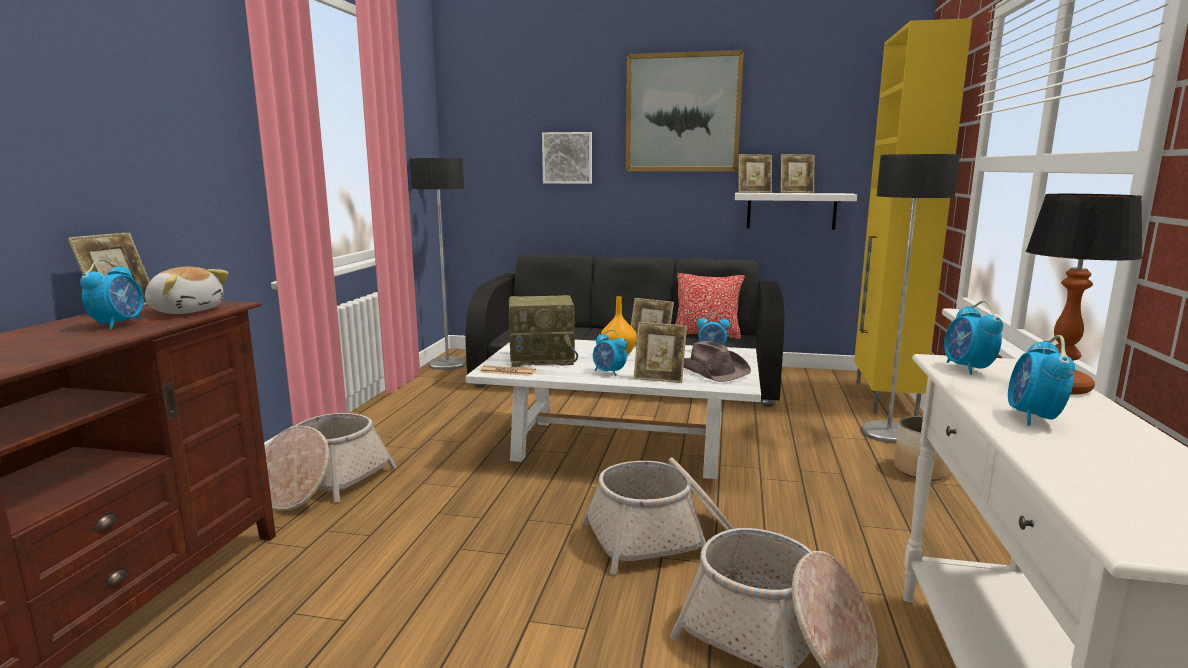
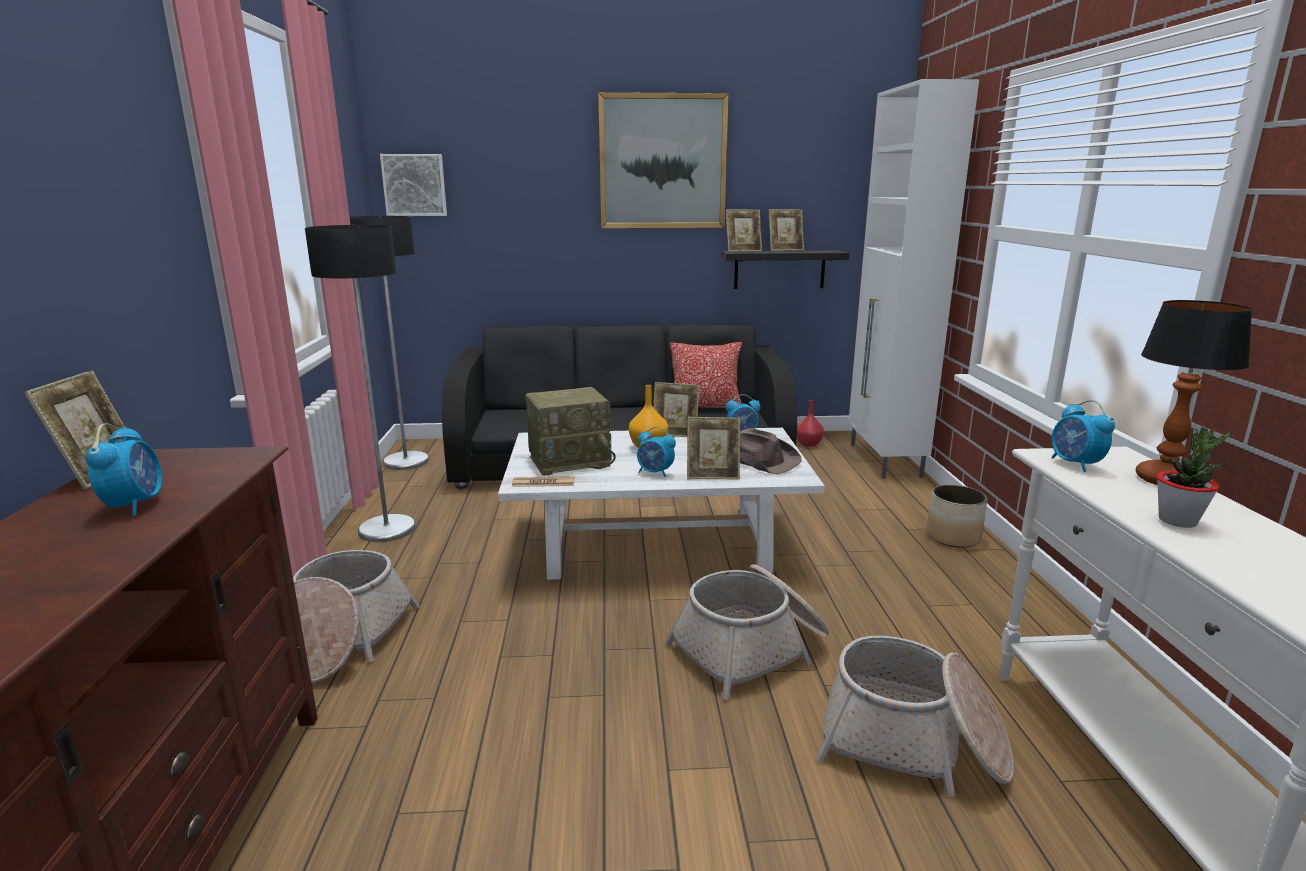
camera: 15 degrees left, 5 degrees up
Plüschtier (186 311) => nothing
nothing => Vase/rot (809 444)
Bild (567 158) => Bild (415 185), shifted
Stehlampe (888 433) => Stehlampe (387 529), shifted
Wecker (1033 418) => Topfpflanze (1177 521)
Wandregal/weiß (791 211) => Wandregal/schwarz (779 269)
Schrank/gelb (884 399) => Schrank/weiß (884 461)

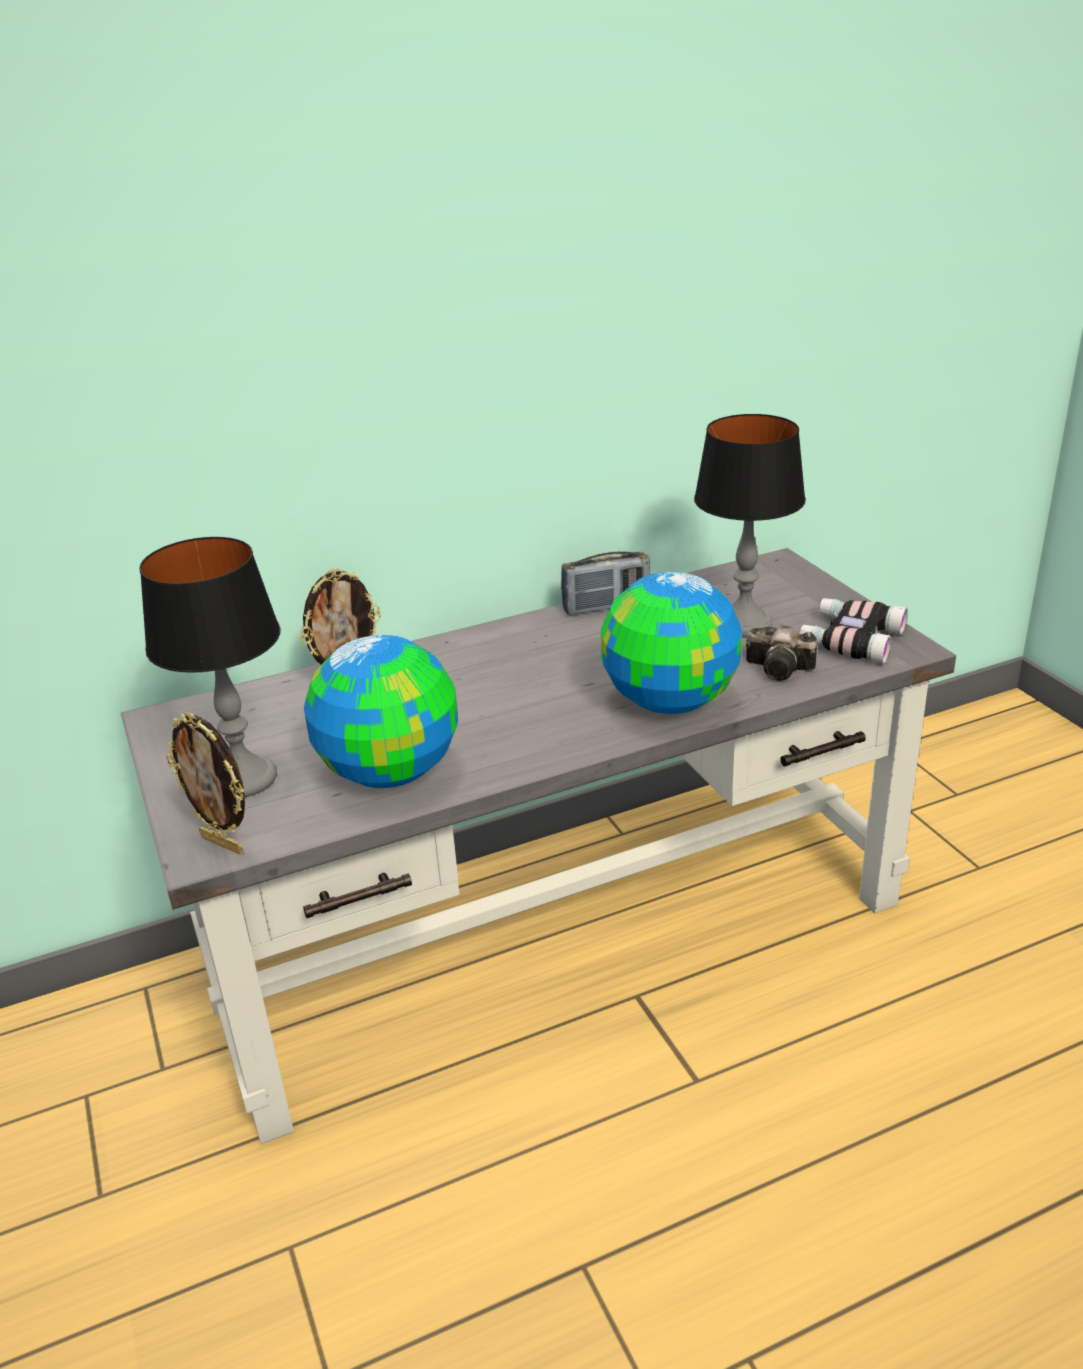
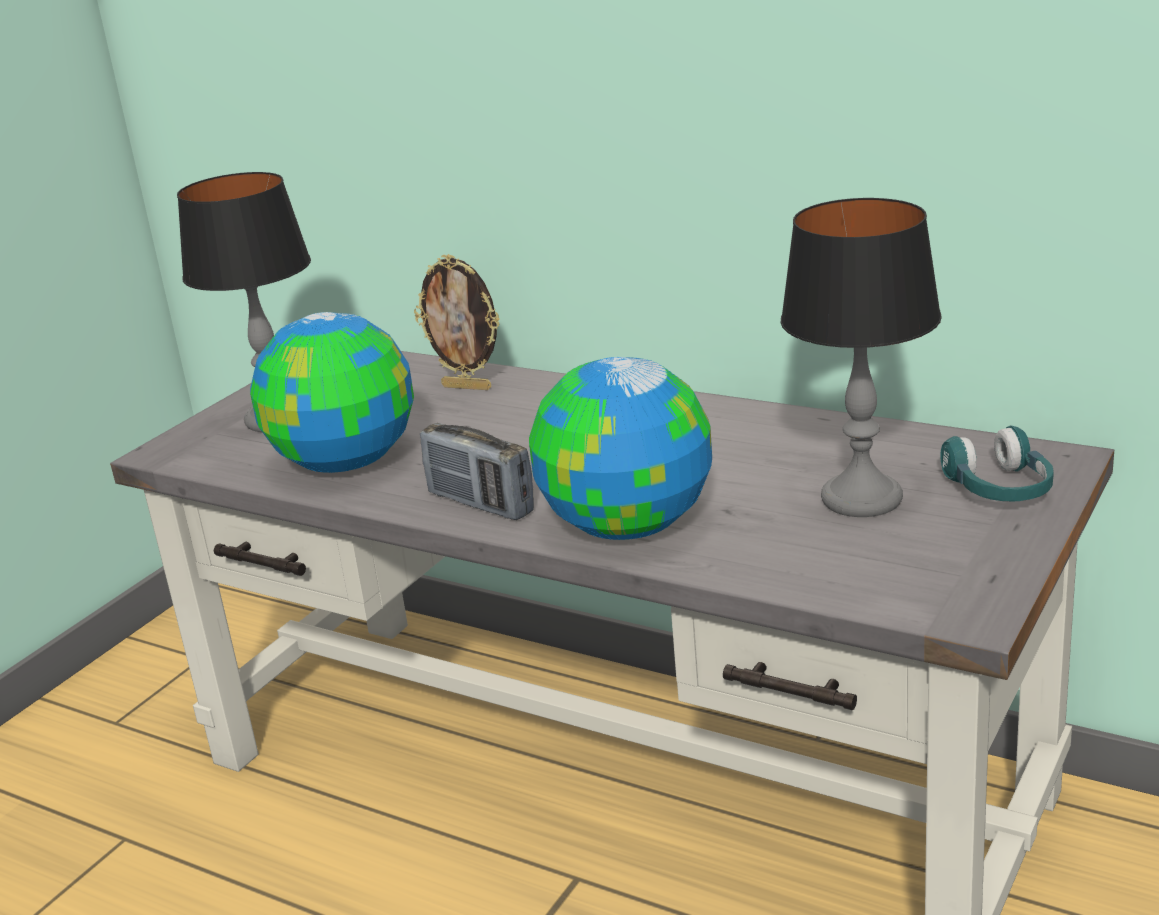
camera: 55 degrees right, 5 degrees down
Bilderrahmen (224 843) => nothing
Kamera (782 669) => nothing
Fernglas (850 639) => nothing
nothing => Kopfhörer/türkis (999 489)
Radio (606 606) => Radio (480 503), shifted

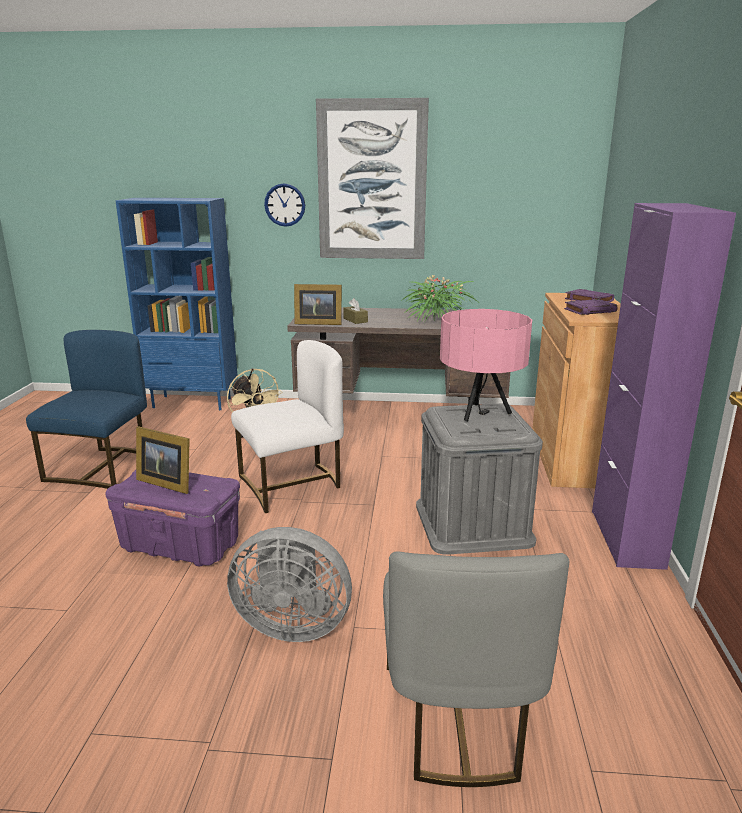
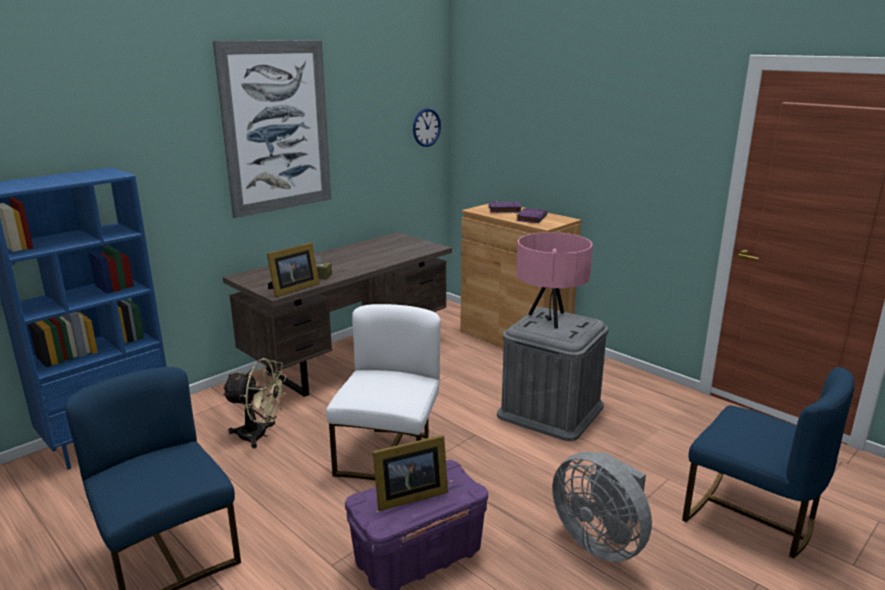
camera: 50 degrees left, 0 degrees up
Topfpflanze (436 318) => nothing
Schrank/lila (626 538) => nothing
Wanduhr (285 205) => Wanduhr (426 127), shifted
Stuhl/grau (457 719) => Stuhl/blau (751 517)
Ventilator/grau (292 625) => Ventilator/grau (600 541), 90 degrees clockwise

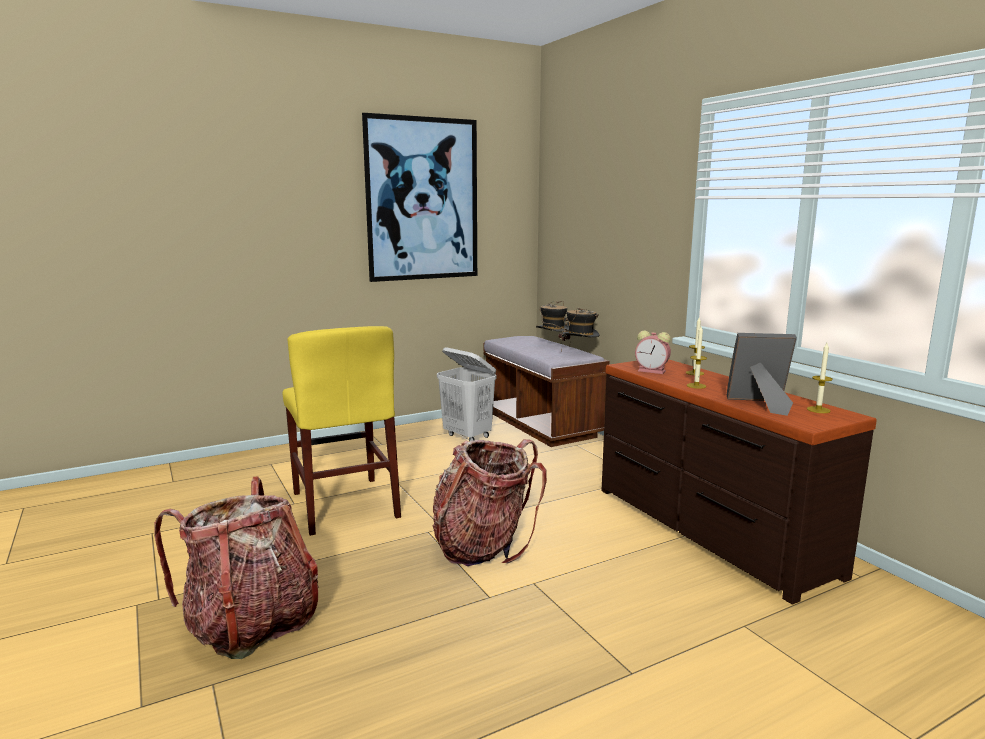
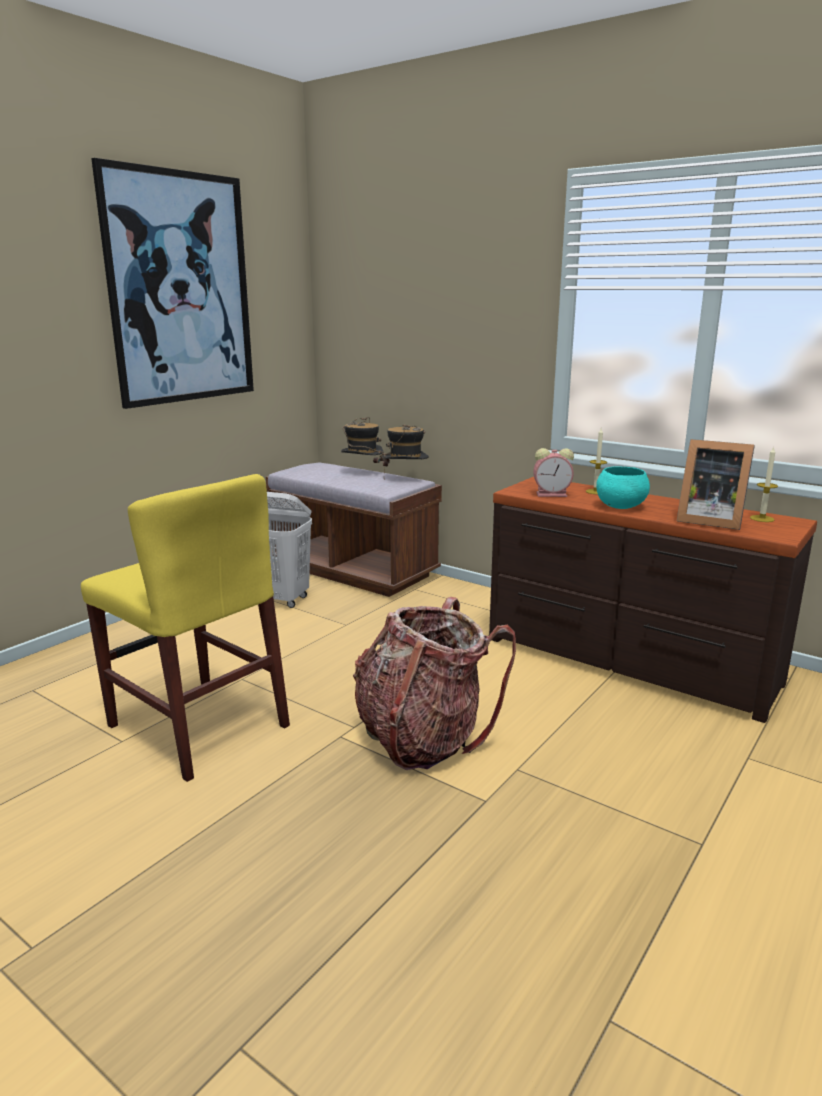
camera: 25 degrees left, 5 degrees up
Rucksack (251 624) => nothing
Kerze (696 386) => Schüssel/türkis (620 507)
Bilderrahmen (760 405) => Bilderrahmen (708 520), 135 degrees counterclockwise

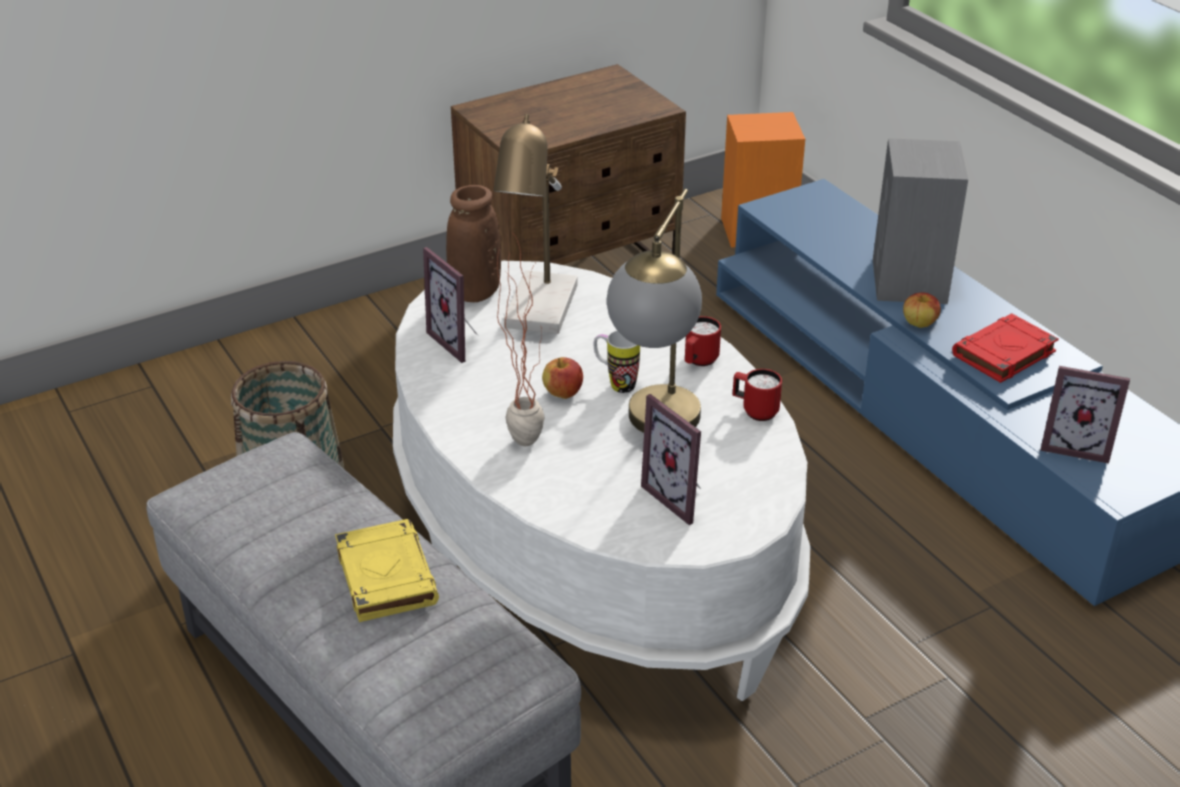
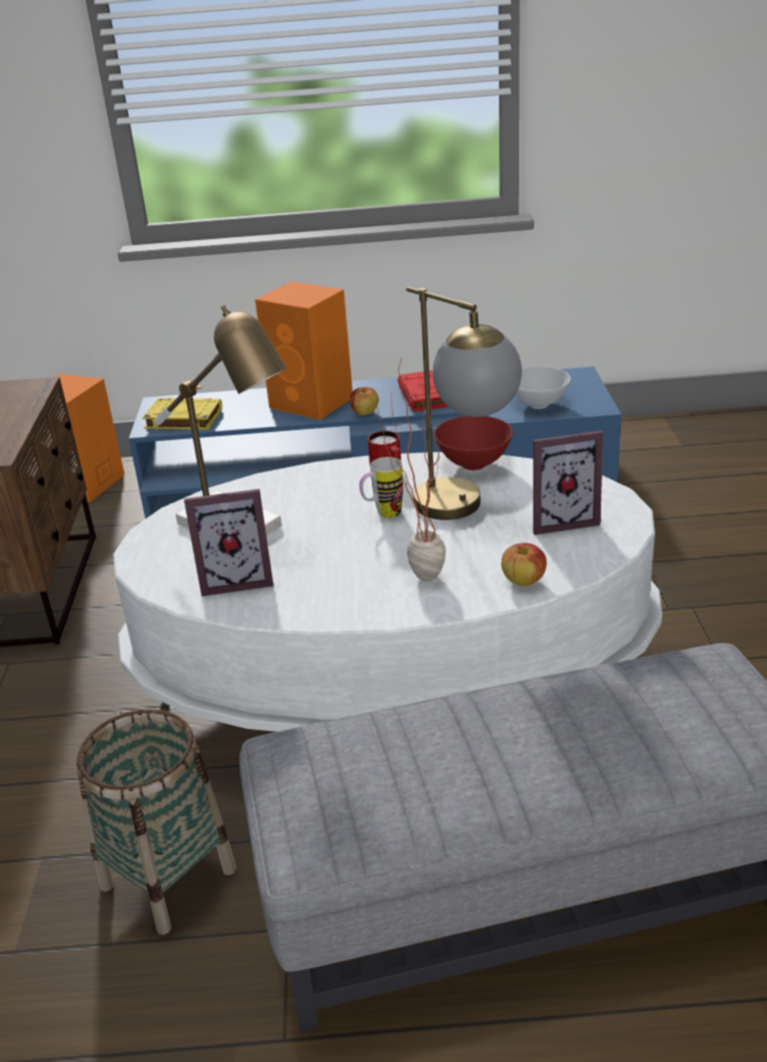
camera: 60 degrees left, 5 degrees down
Vase/braun (475 292) => nothing
Buch/gelb (385 575) => Buch/gelb (183 419), shifted
Apfel (563 393) => Apfel (524 581), shifted
Henkelbecher/rot (755 411) => Schüssel/rot (474 465)
Bilderrahmen (1075 445) => Schüssel/weiß (539 404)
Lautsprecher/grau (909 282) => Lautsprecher/orange (313 403)

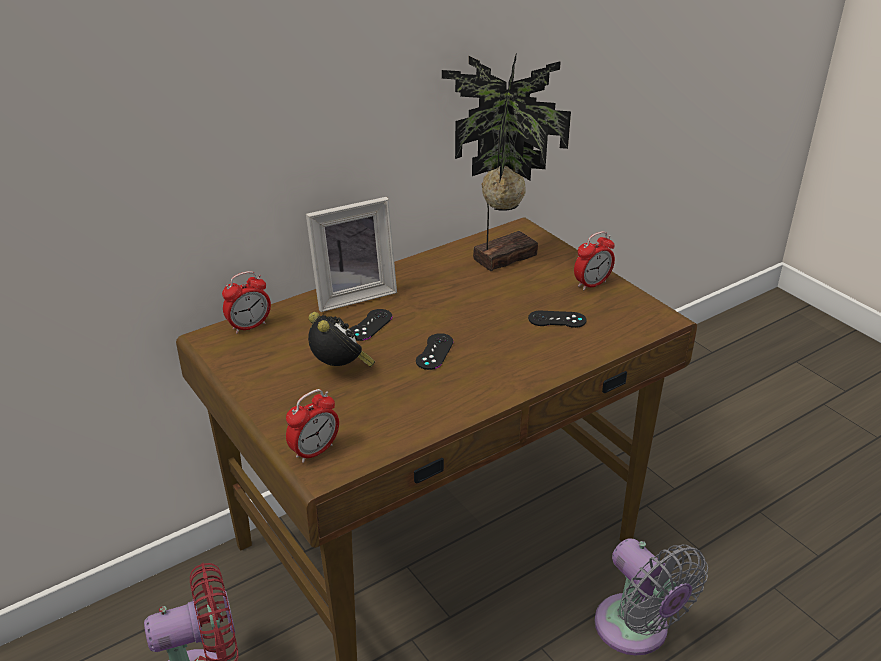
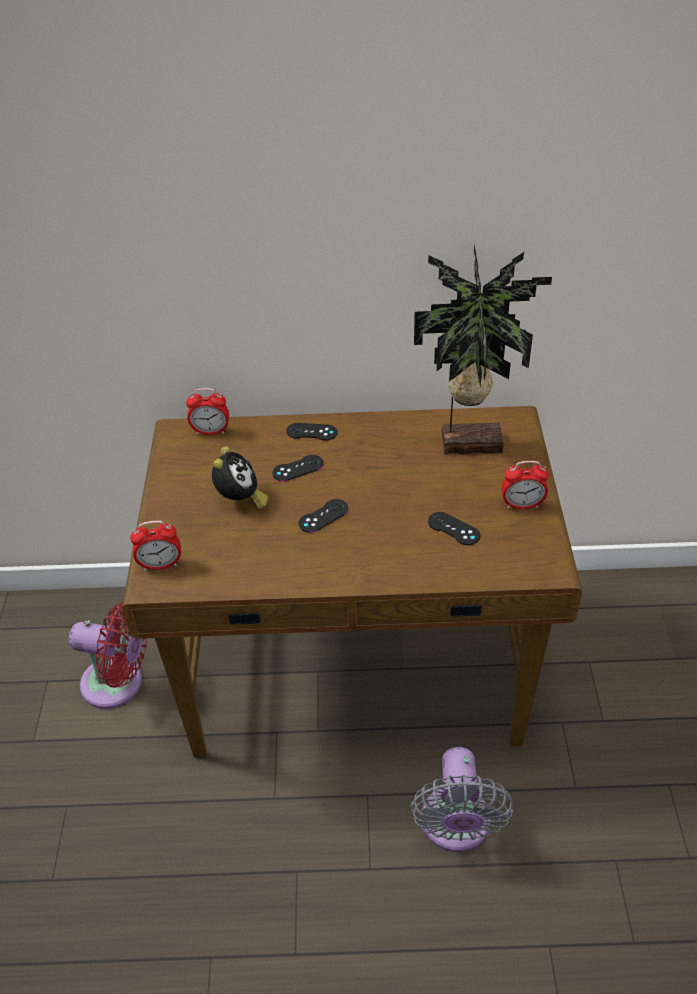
camera: 35 degrees right, 10 degrees up
Bilderrahmen (353 294) => Gamepad/schwarz (311 432)

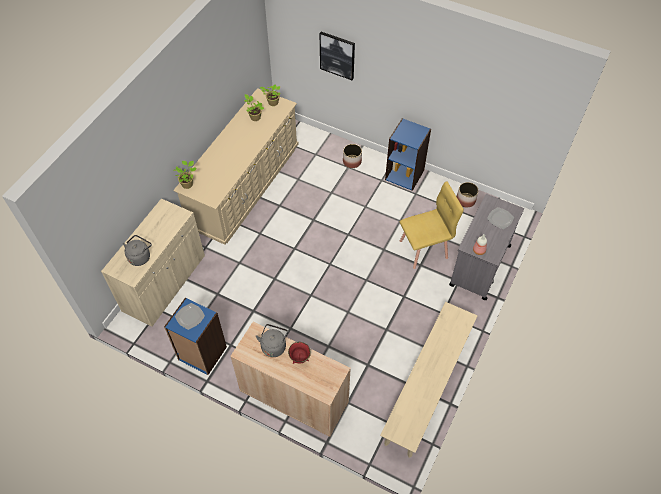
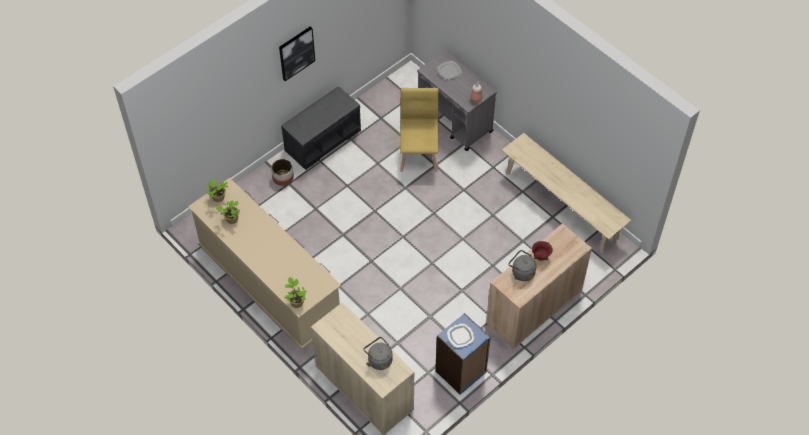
camera: 70 degrees left, 0 degrees up
Pflanzkübel (466 200) => nothing
Bild (337 55) => Bild (296 53), shifted
Bücherregal/blau (404 175) => Bank/grau (323 139)

